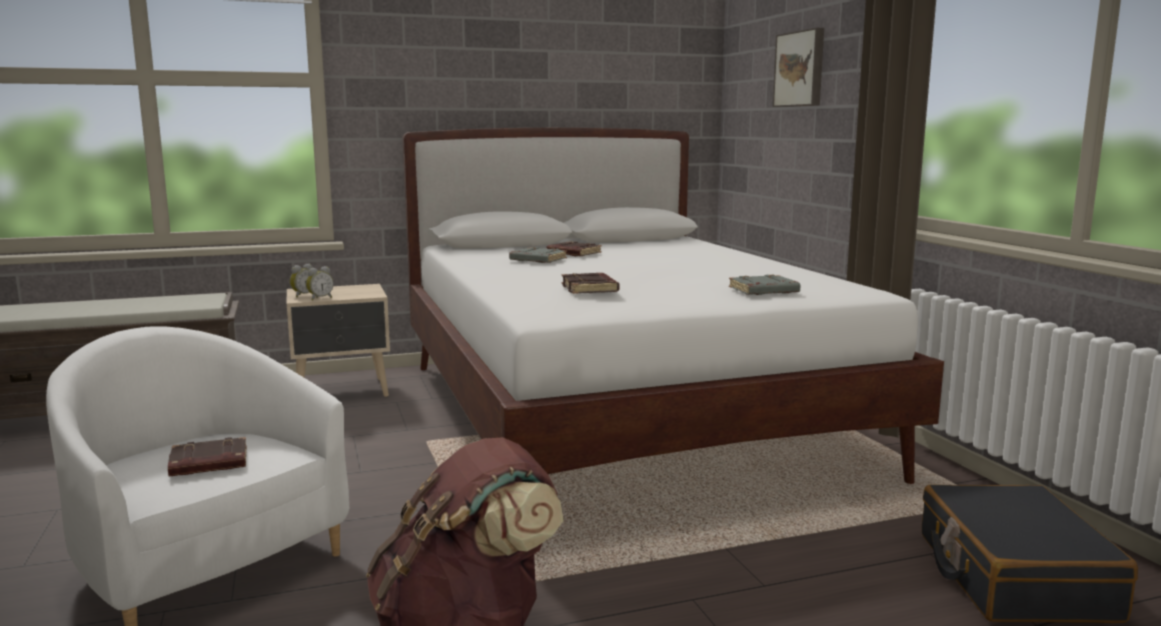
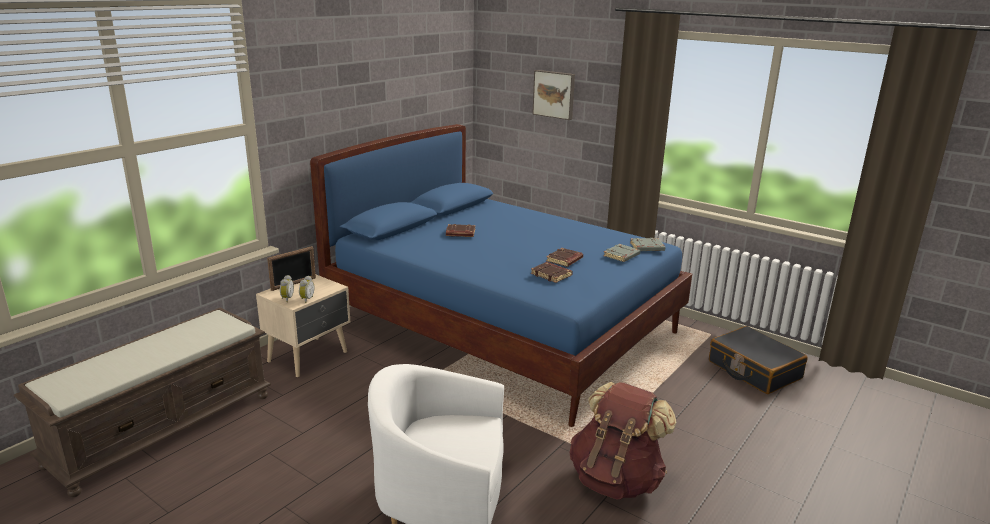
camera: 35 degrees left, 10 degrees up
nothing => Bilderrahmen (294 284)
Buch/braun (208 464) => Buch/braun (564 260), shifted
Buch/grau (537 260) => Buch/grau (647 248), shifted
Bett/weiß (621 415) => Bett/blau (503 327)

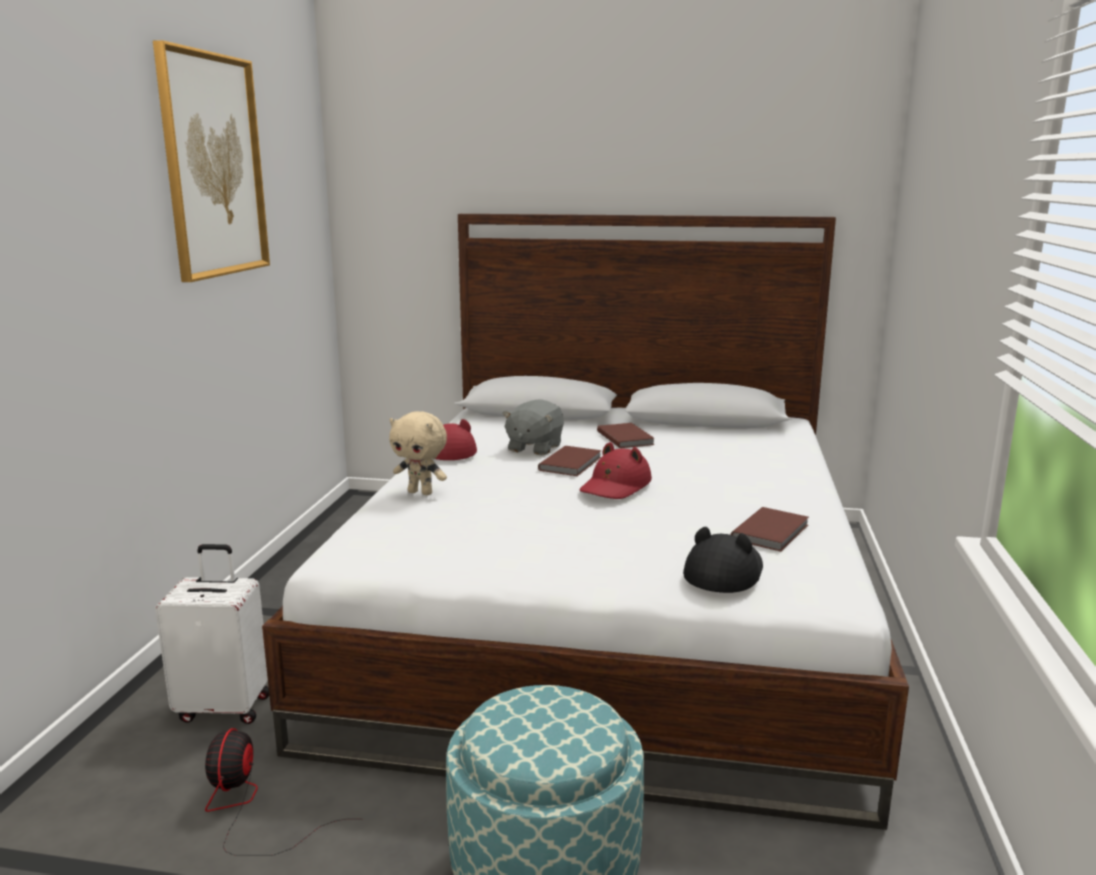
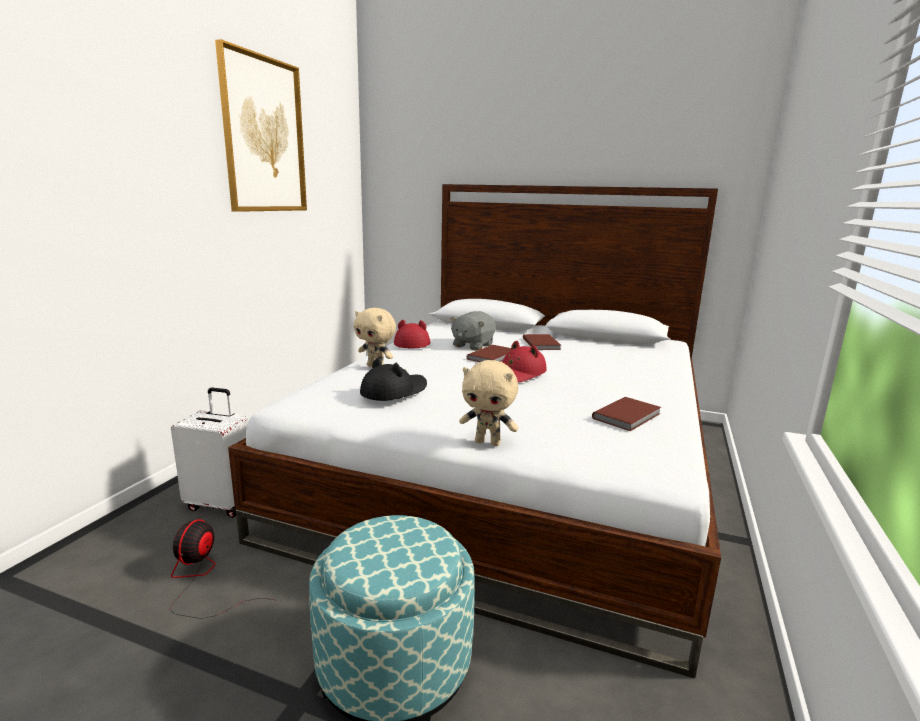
camera: 10 degrees right, 0 degrees up
nothing => Plüschtier/beige (488 442)
Hut/schwarz (724 572) => Hut/schwarz (394 391), shifted

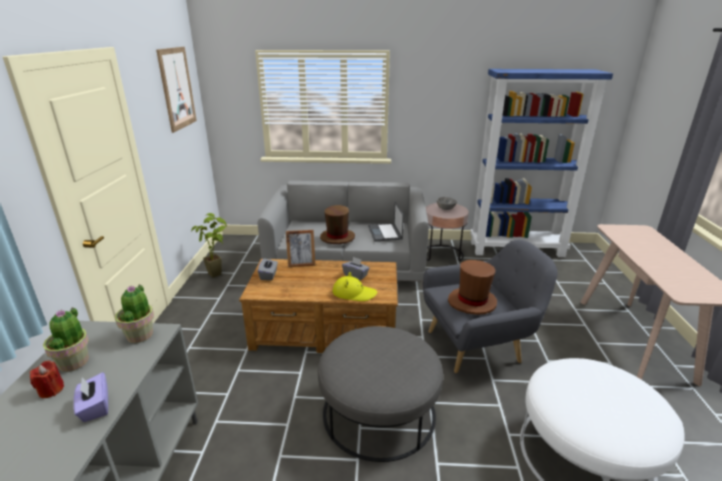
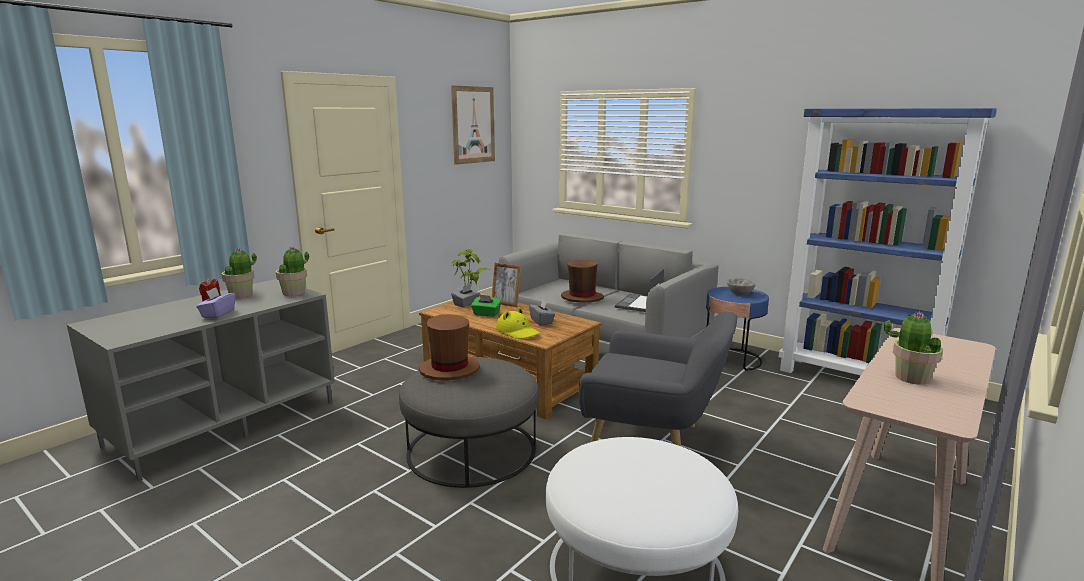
camera: 35 degrees right, 10 degrees down
nothing => Taschentuchbox/grün (486 314)
nothing => Topfpflanze (911 378)
Hut/braun (472 302) => Hut/braun (449 370), shifted
Beistelltisch/rosa (442 255) => Beistelltisch/blau (732 359)

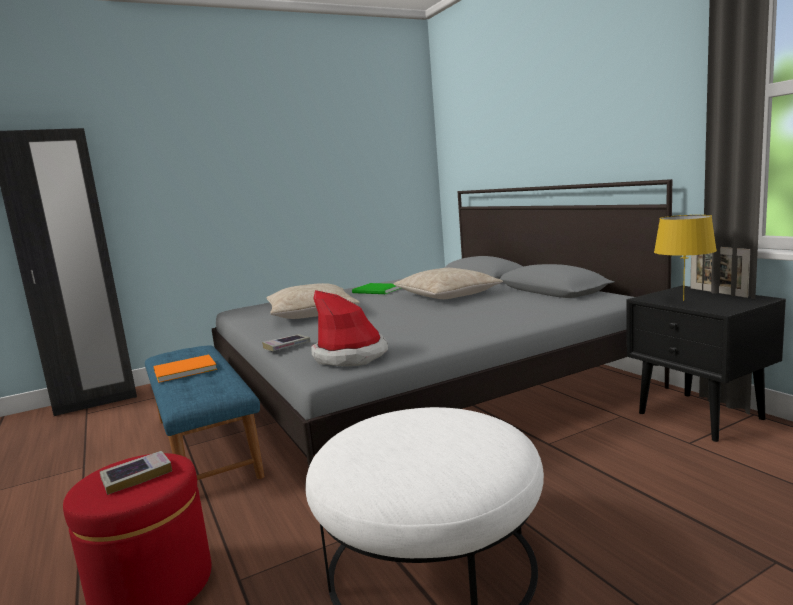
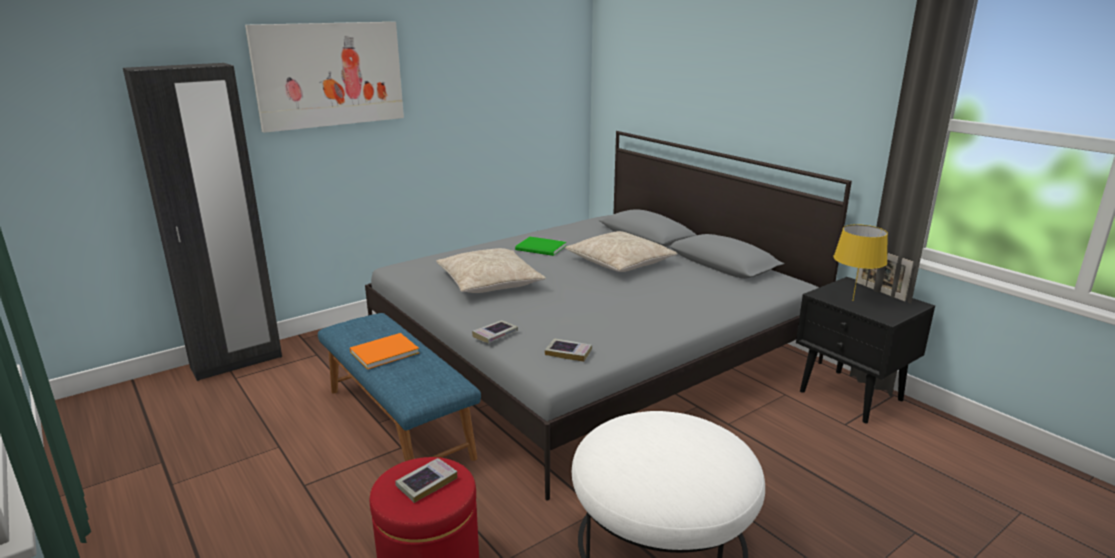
camera: 10 degrees left, 10 degrees up
nothing => Bild (329 74)
Hut (350 356) => Buch (568 353)

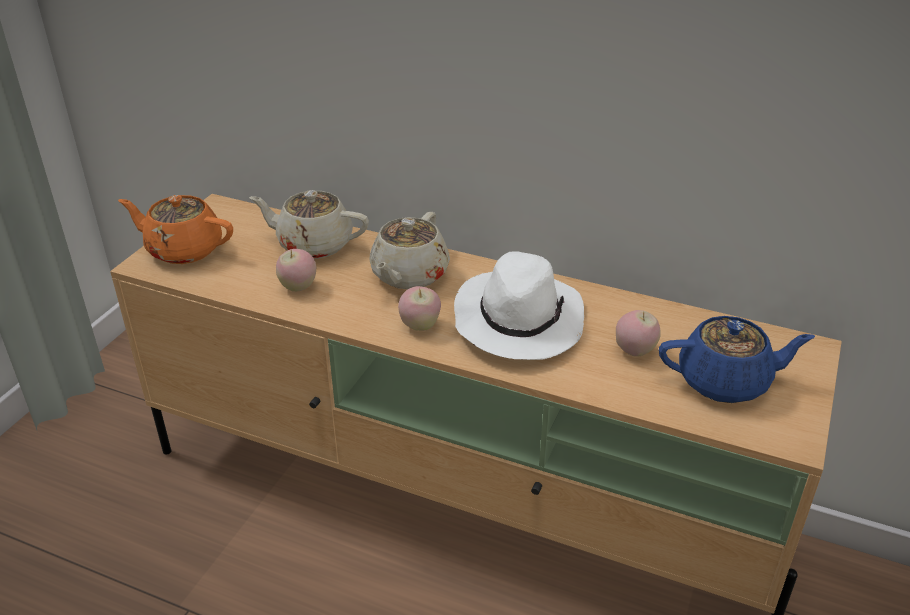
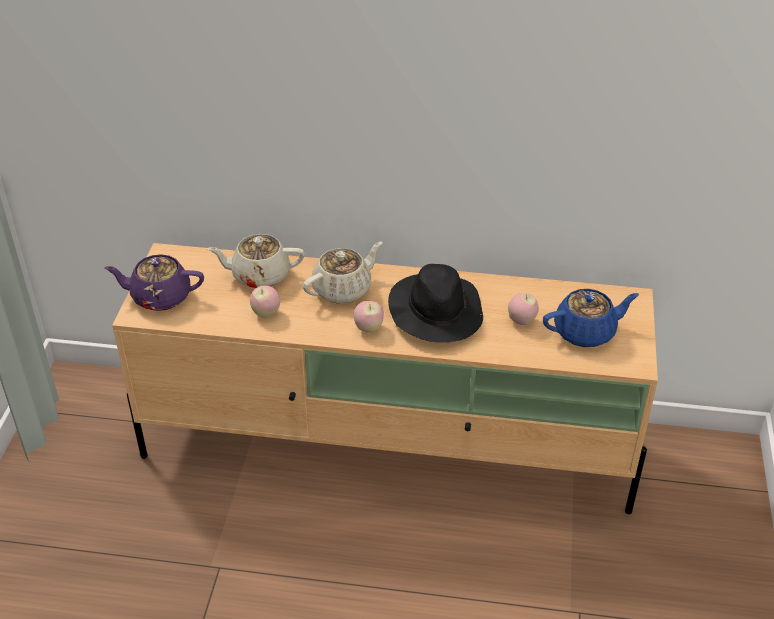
camera: 15 degrees left, 5 degrees up
Teekanne/orange (183 249) => Teekanne/lila (160 297)
Hut/weiß (518 320) => Hut/schwarz (435 312)
Teekanne/beige (408 275) => Teekanne/beige (343 289), 135 degrees counterclockwise

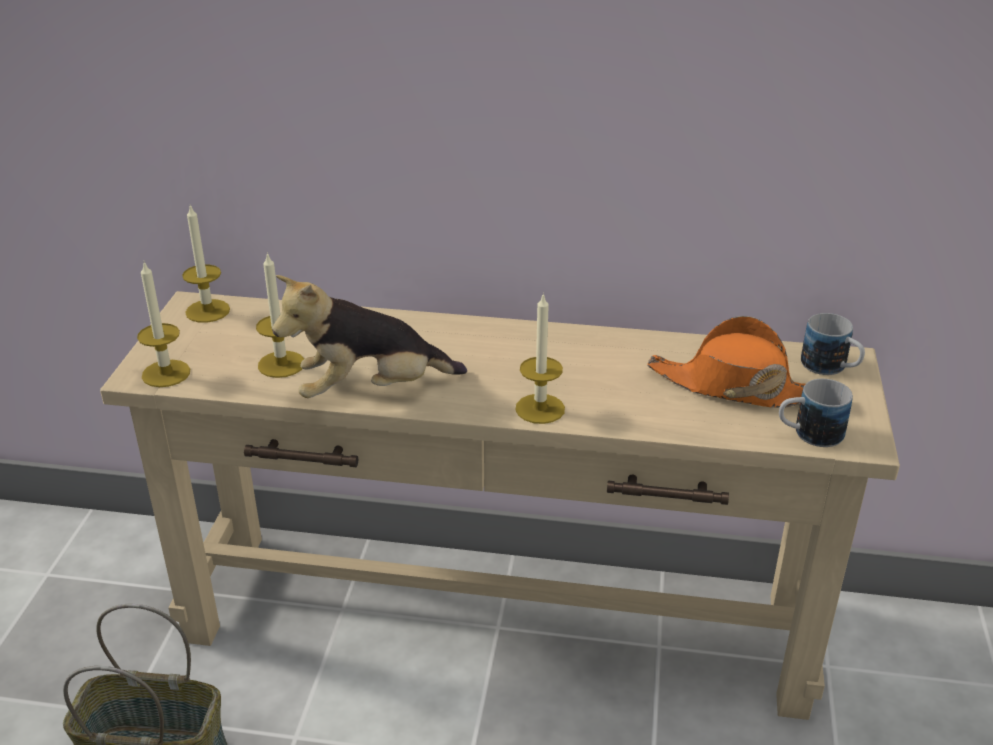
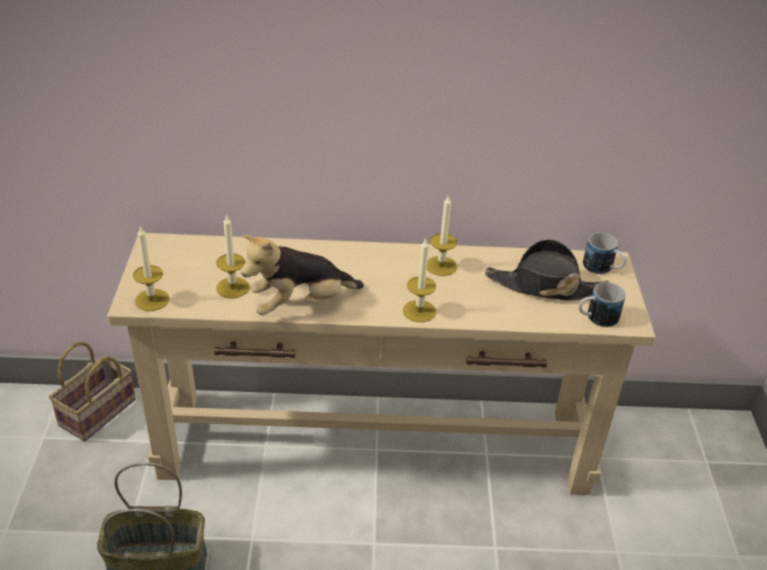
camera: 10 degrees left, 5 degrees up
nothing => Korb (97 414)
Kerze (207 311) => Kerze (441 266), shifted
Hut/orange (737 387) => Hut/schwarz (545 286)

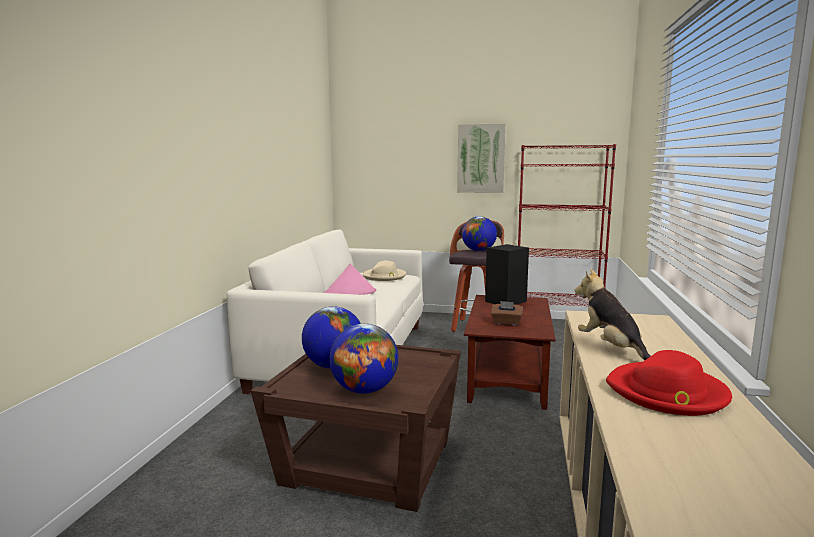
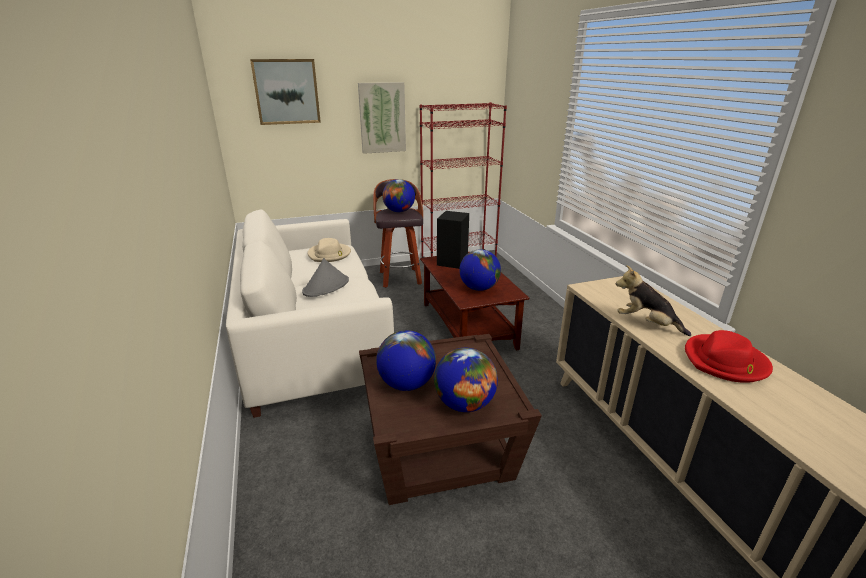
camera: 30 degrees left, 15 degrees up
nothing => Bild (286 92)
Taschentuchbox/braun (506 323) => Globus (479 288)
Hut/rosa (350 293) => Hut/grau (326 286)

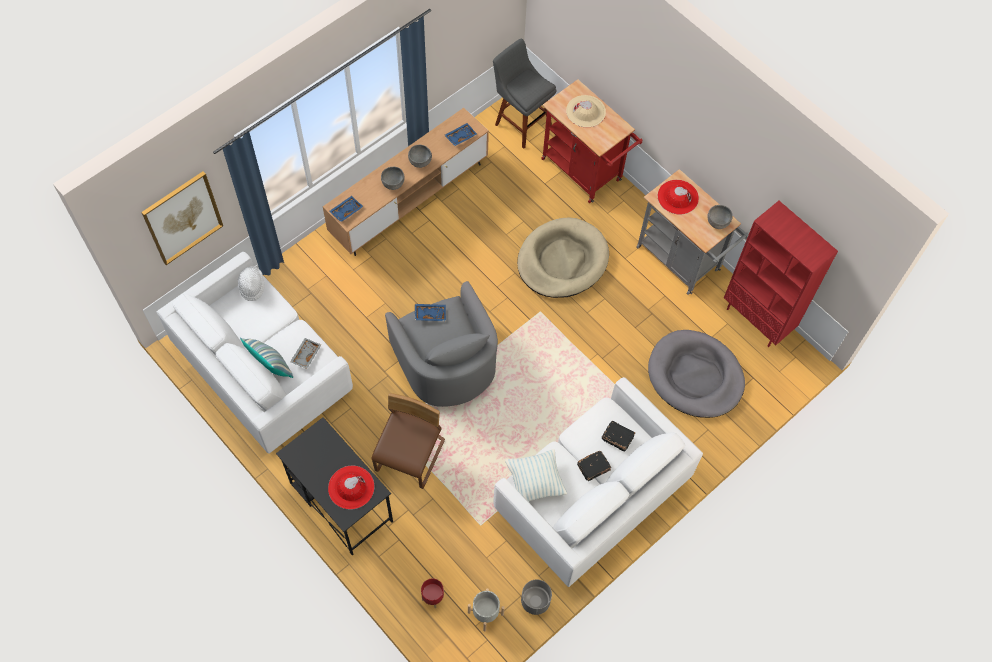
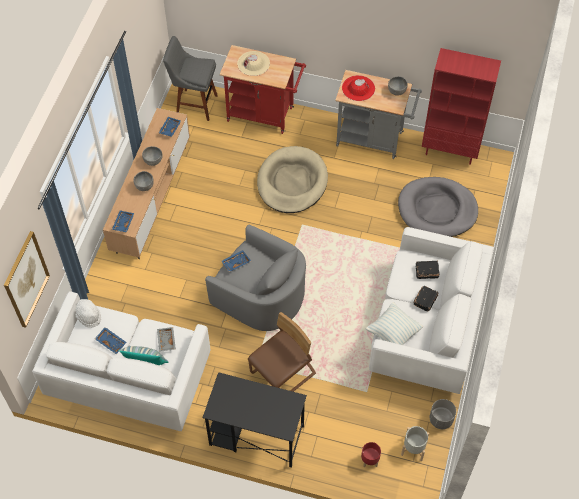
camera: 30 degrees left, 5 degrees down
Hut/rot (351 487) => nothing
nothing => Tablett/blau (111 342)
Stuhl/braun (411 456) => Stuhl/braun (283 374), 60 degrees clockwise

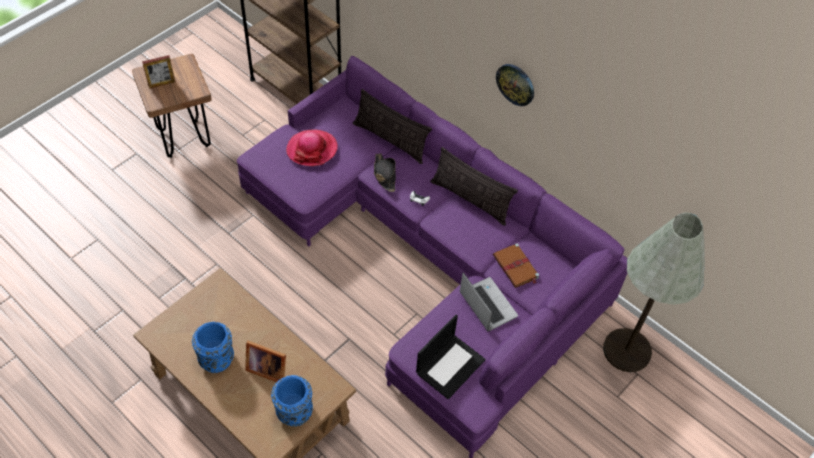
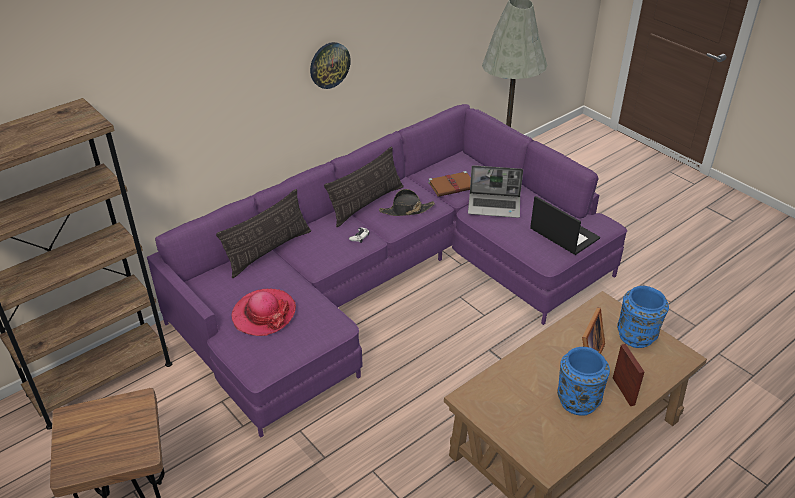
camera: 80 degrees left, 15 degrees down
Bilderrahmen (162 84) => Bilderrahmen (623 391), shifted
Hut/schwarz (384 175) => Hut/schwarz (406 210), shifted
Laptop (487 304) => Laptop (494 206), 150 degrees counterclockwise

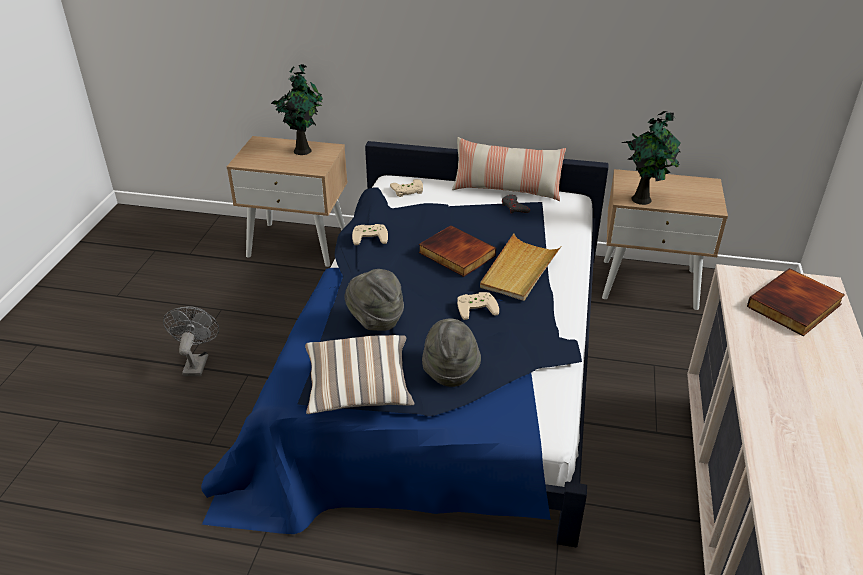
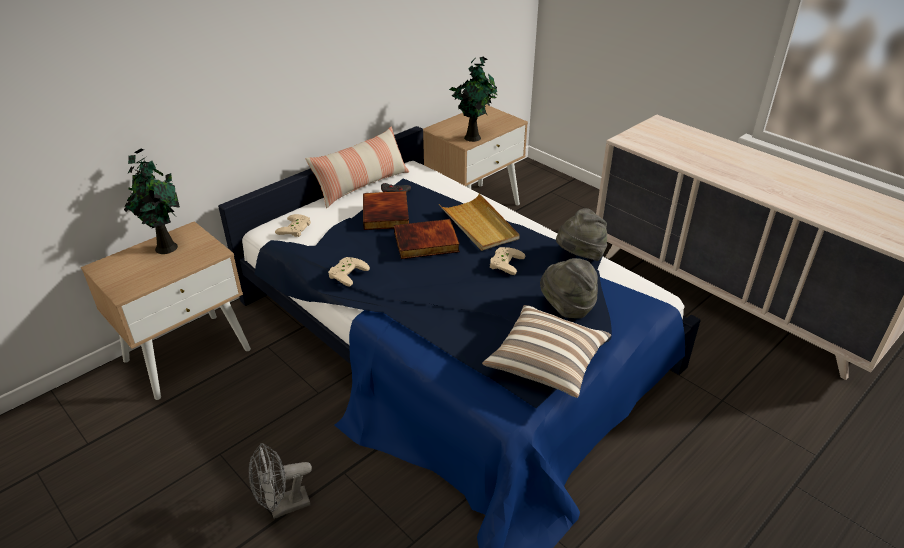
camera: 55 degrees left, 0 degrees up
Hut/grau (375 319) => Hut/grau (579 256), shifted
Buch (795 306) => Buch (387 214), shifted
Ventilator/grau (196 362) => Ventilator/grau (283 507), 60 degrees counterclockwise

